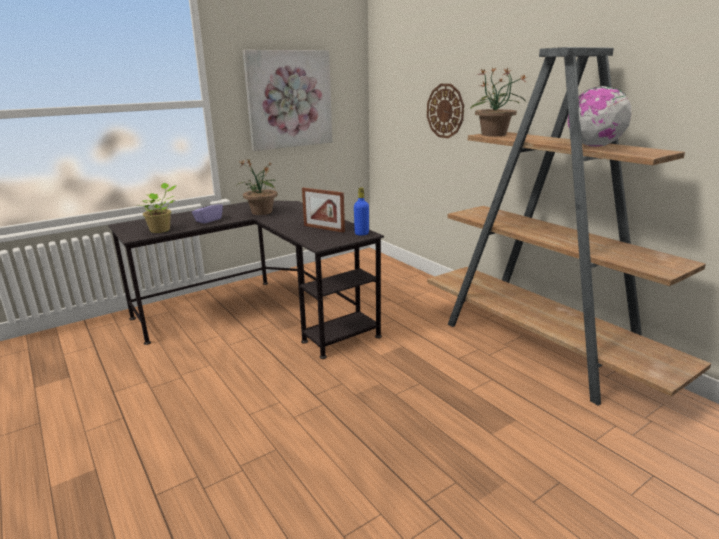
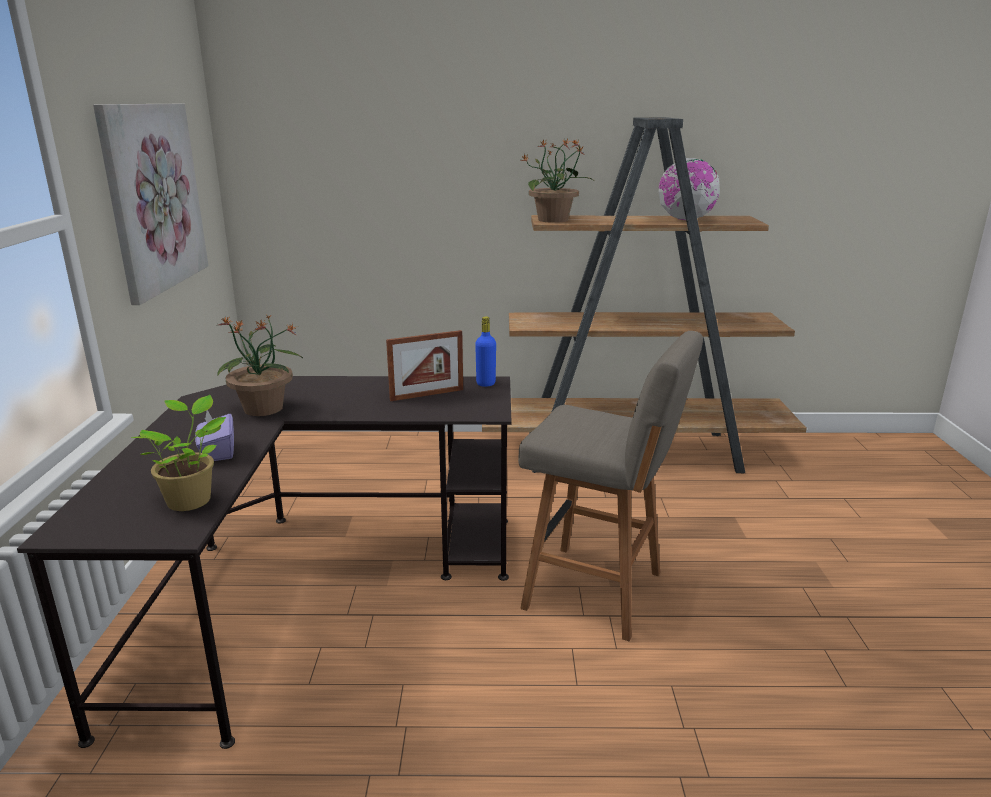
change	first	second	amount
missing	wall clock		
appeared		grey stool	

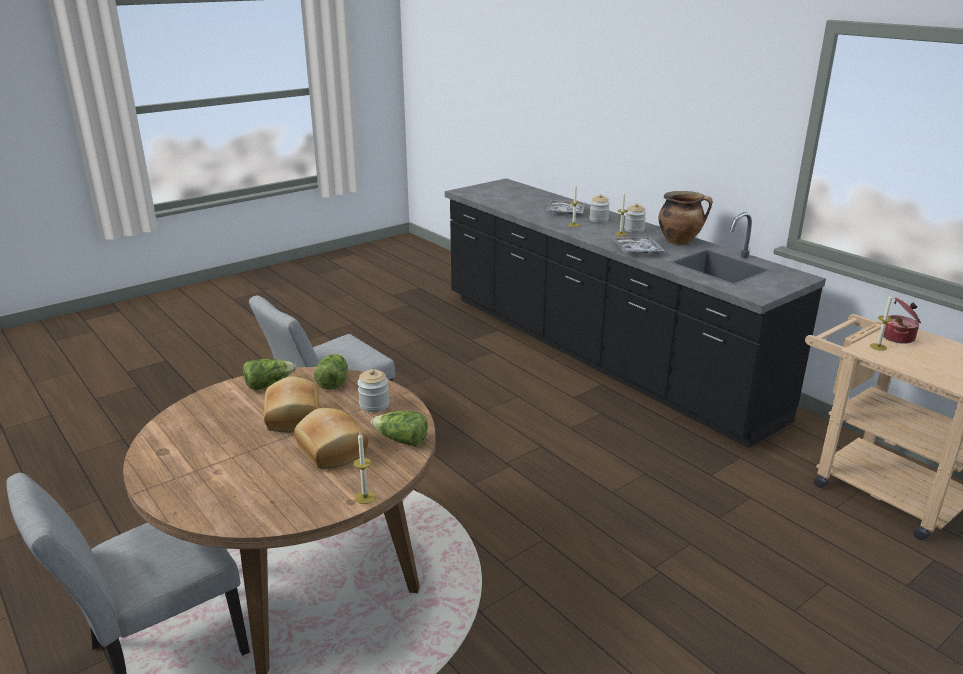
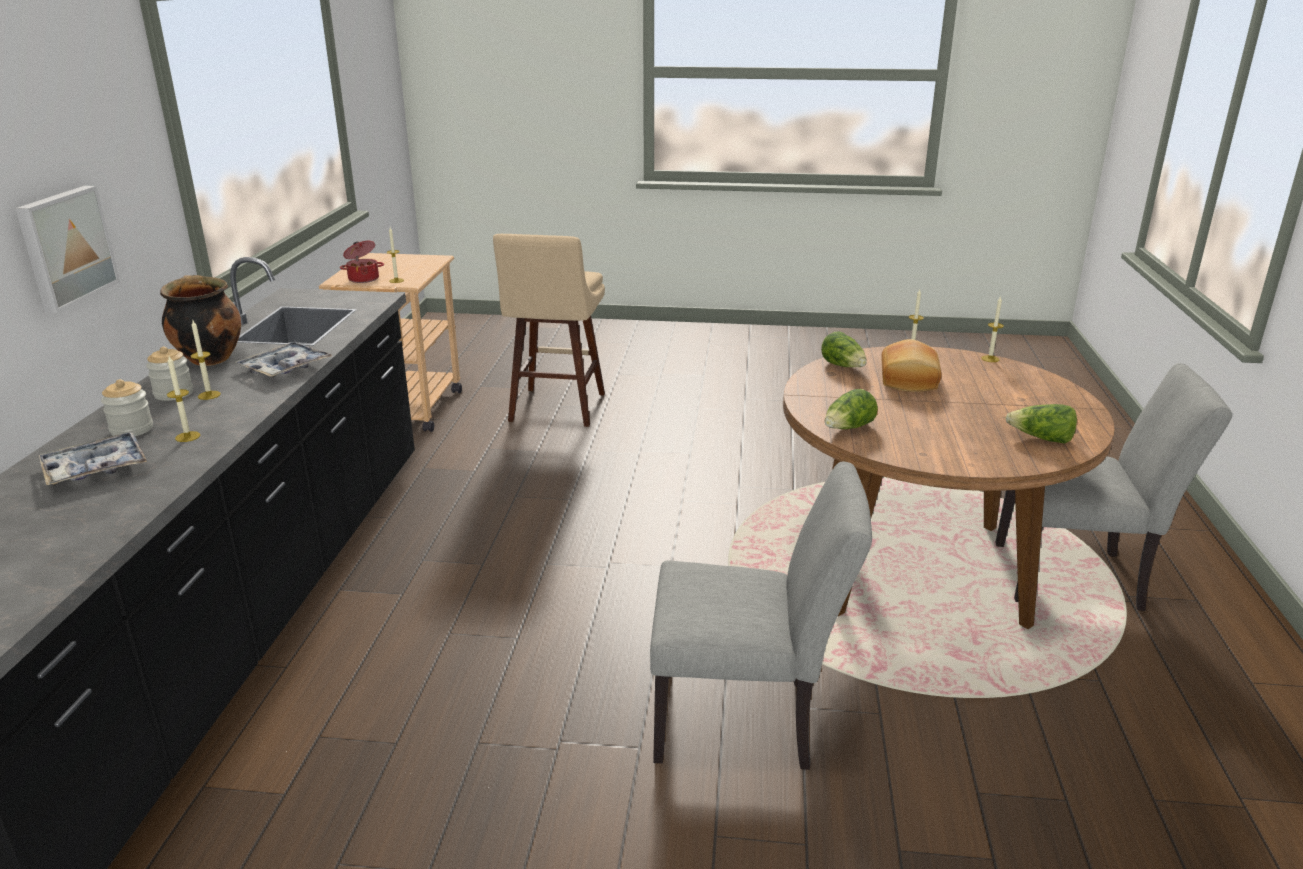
change	first	second	amount
relocated	lettuce (no. 1 from left in the first image)	lettuce (no. 3 from left)	
missing	jar (no. 1 from left)		
missing	bread (no. 1 from left)		
appeared		picture	
appeared		beige stool	
appeared		candle (no. 5 from left)	

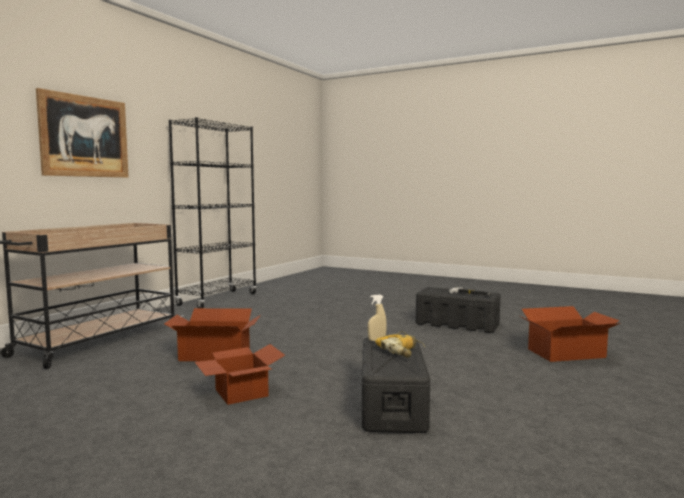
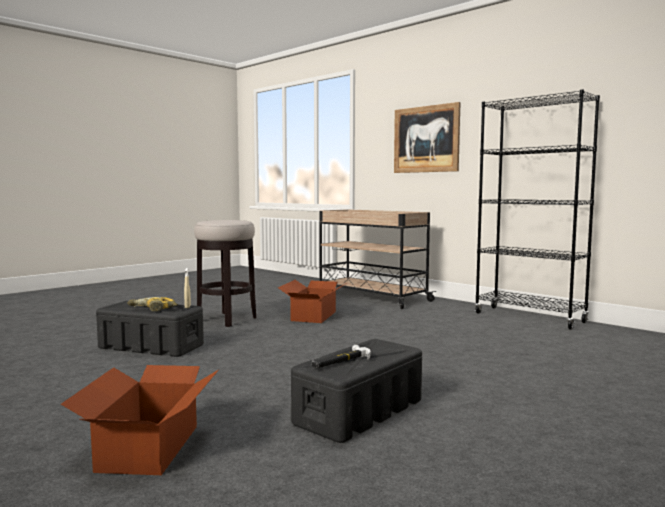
change	first	second	amount
exchanged	cardboard box (no. 2 from left)	stool	

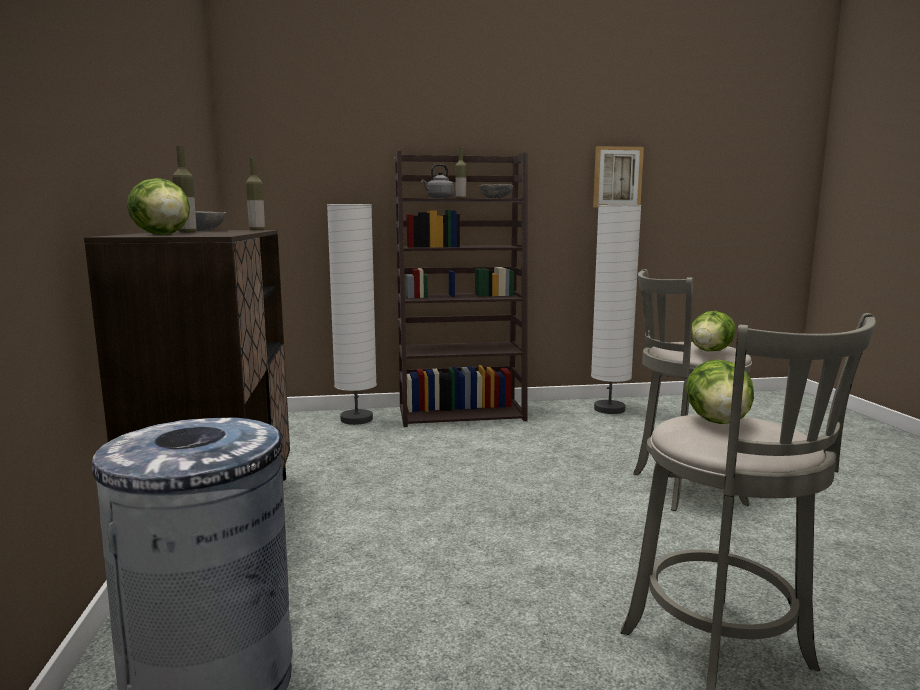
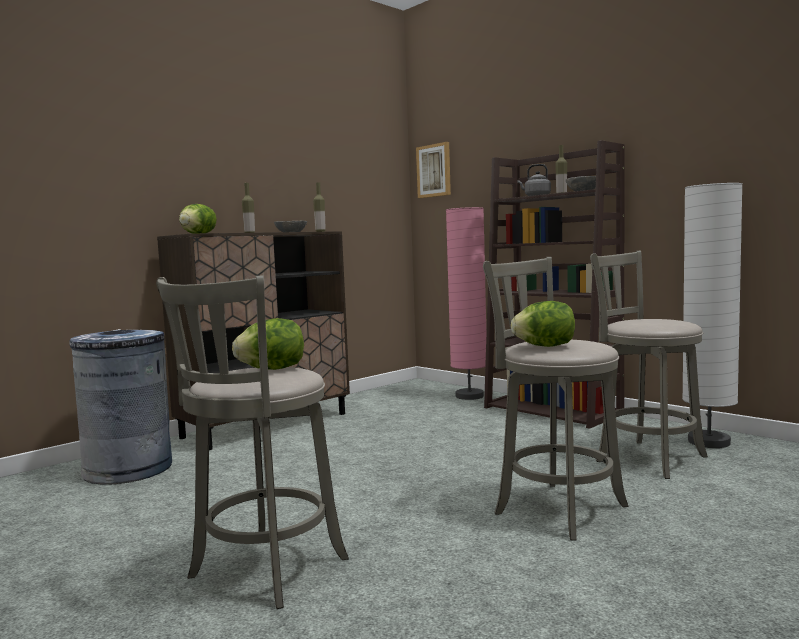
change	first	second	amount
relocated	picture		
colour	white floor lamp (no. 1 from left)	pink floor lamp	
appeared		grey stool (no. 3 from left)	

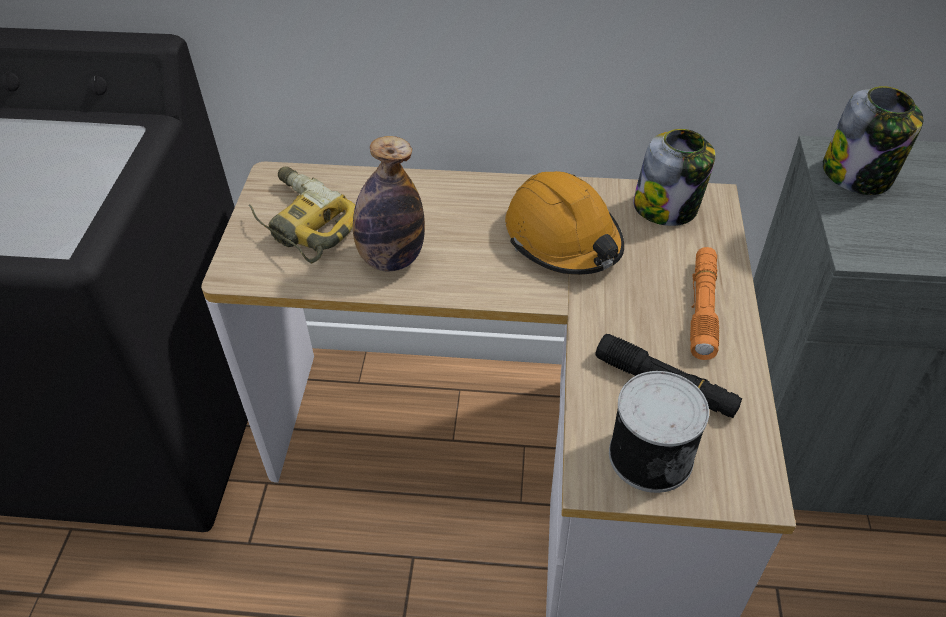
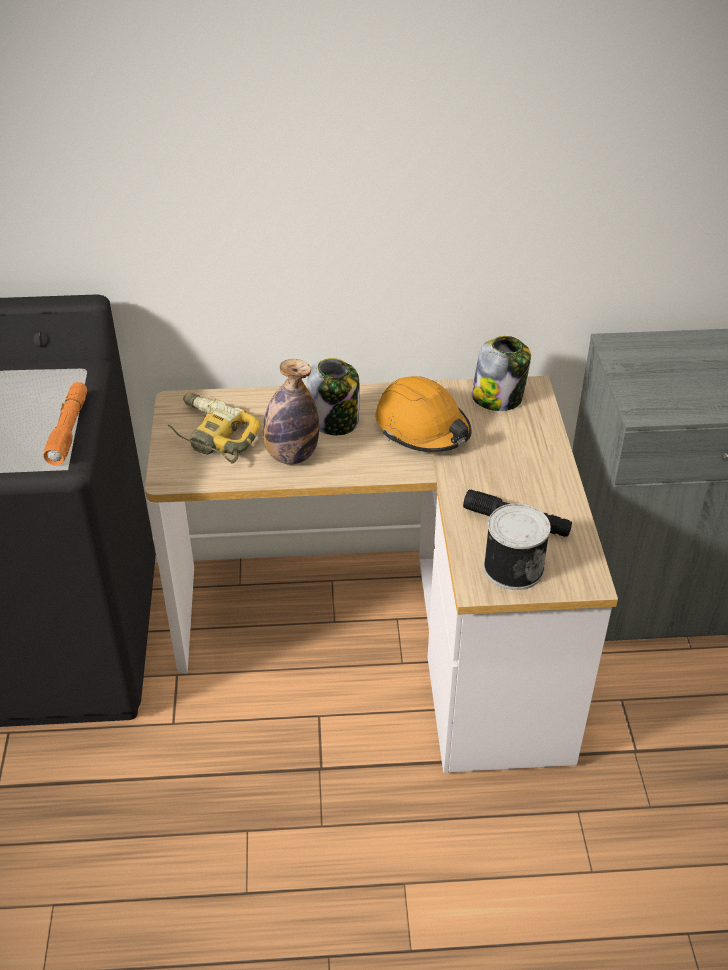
change	first	second	amount
relocated	jar (no. 2 from left in the first image)	jar (no. 1 from left)	
relocated	orange flashlight		

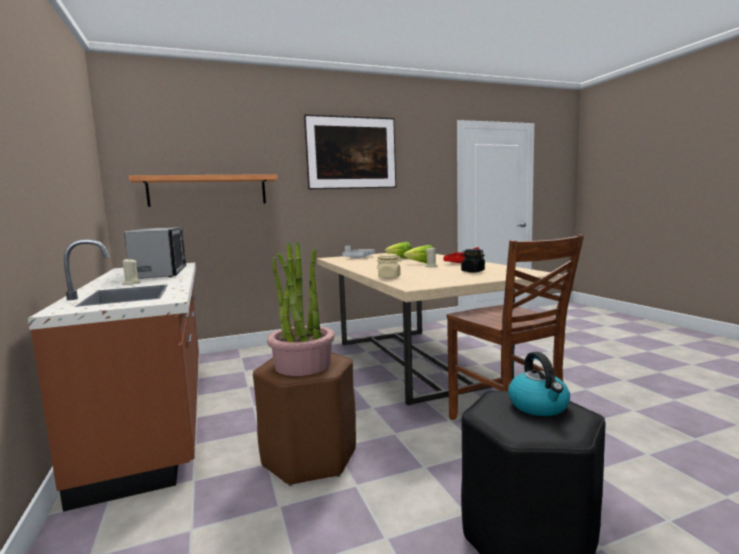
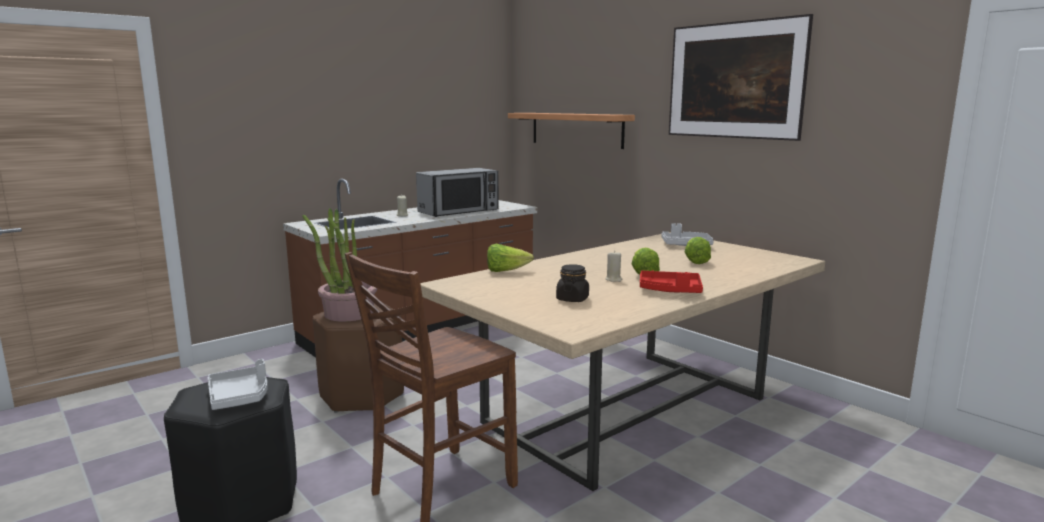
change	first	second	amount
exchanged	beige jar	lettuce (no. 1 from left)	
exchanged	kettle	grey tray (no. 1 from left)	

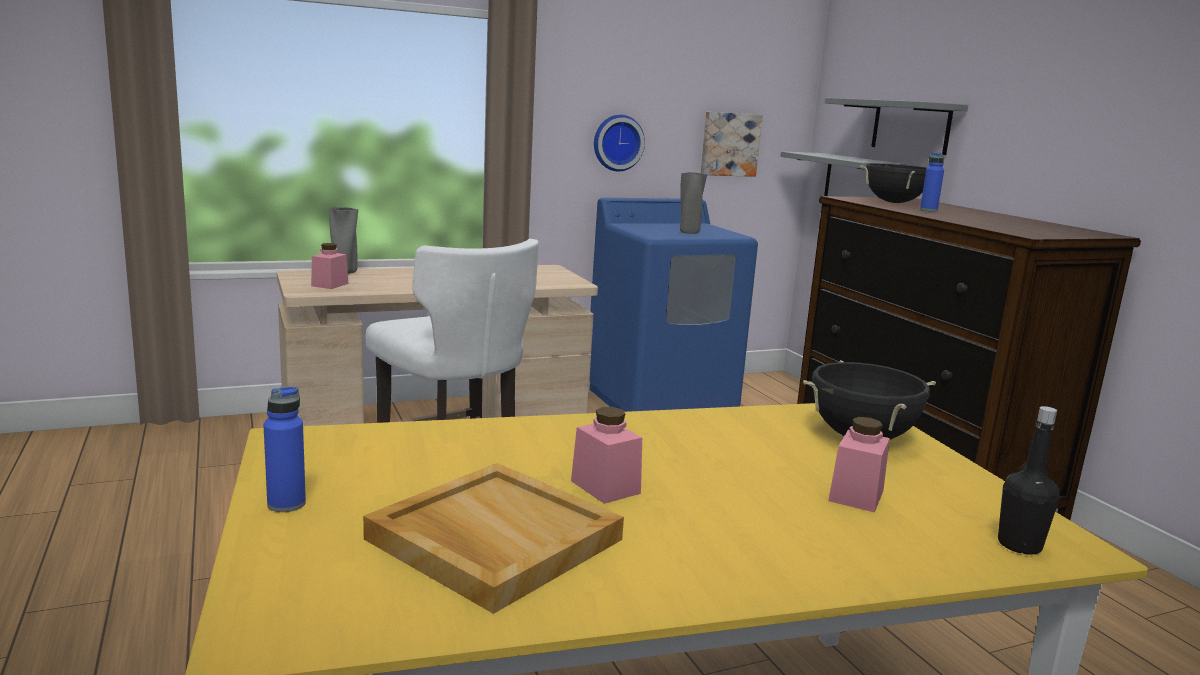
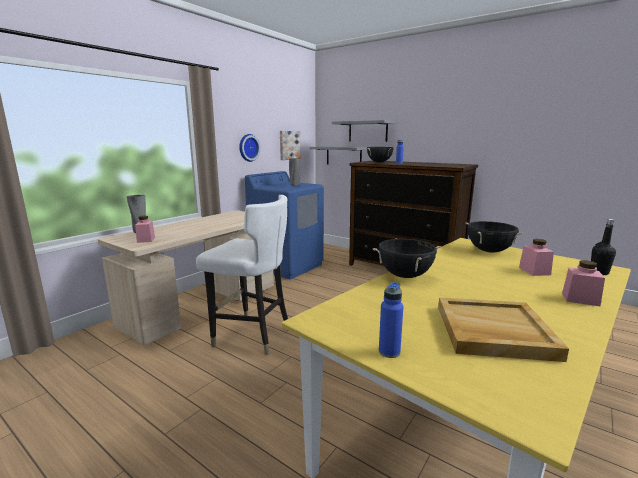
change	first	second	amount
relocated	pink jar (no. 2 from left in the first image)	pink jar (no. 3 from left)	
appeared		black cooking pot (no. 2 from left)	

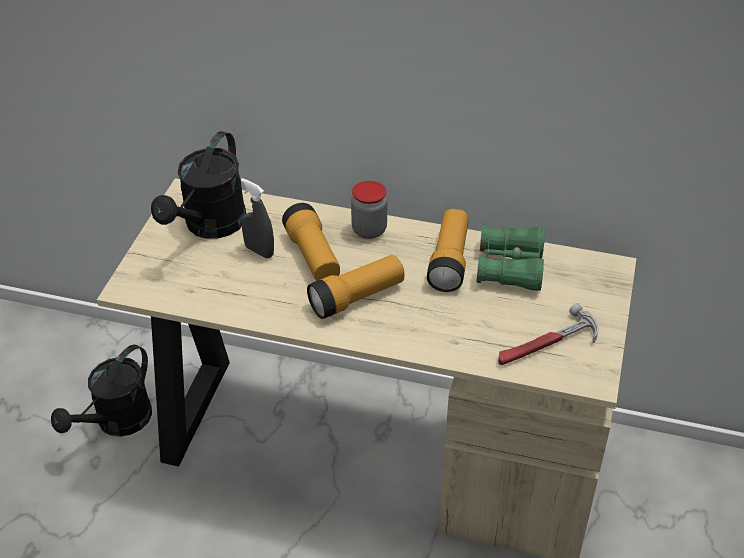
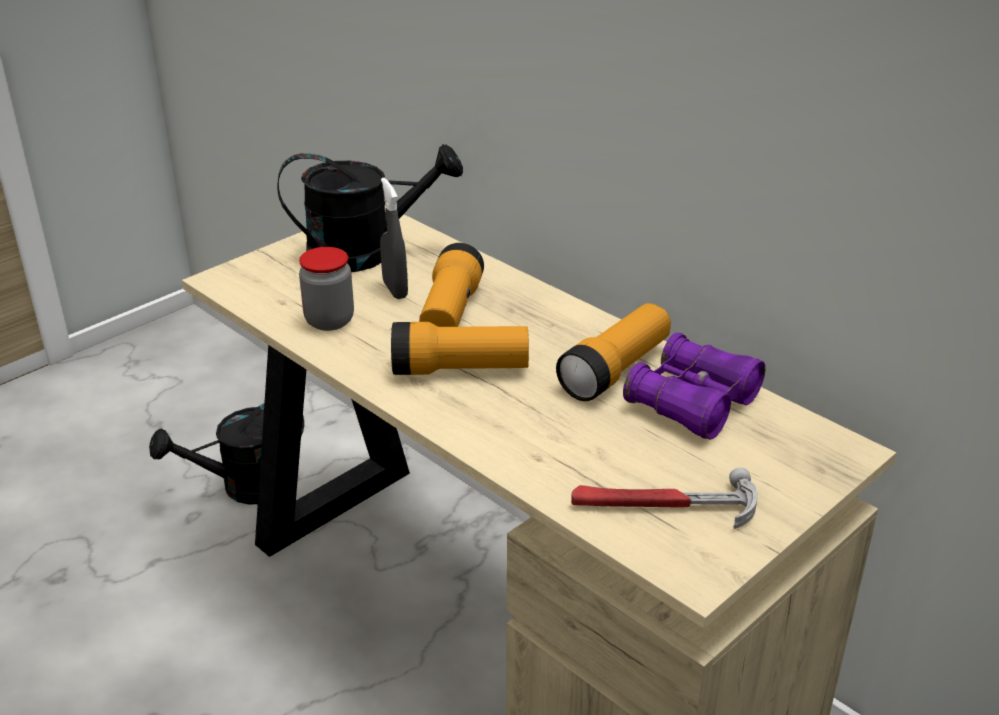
change	first	second	amount
spun	black watering can (no. 2 from left)		150 degrees counterclockwise
relocated	jar		
colour	green binoculars	purple binoculars	

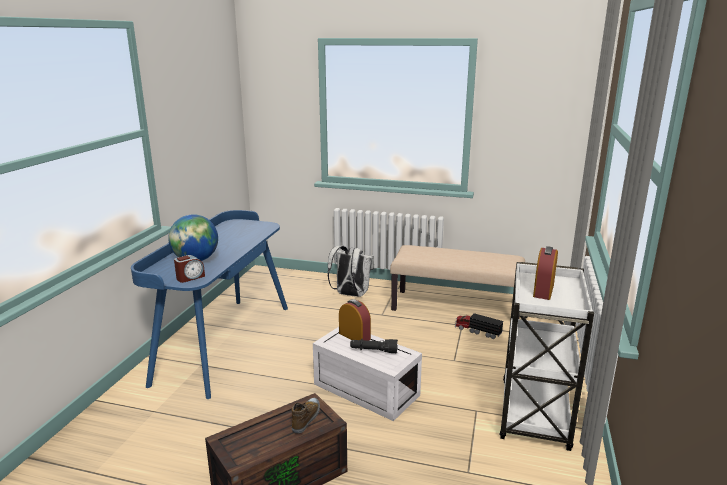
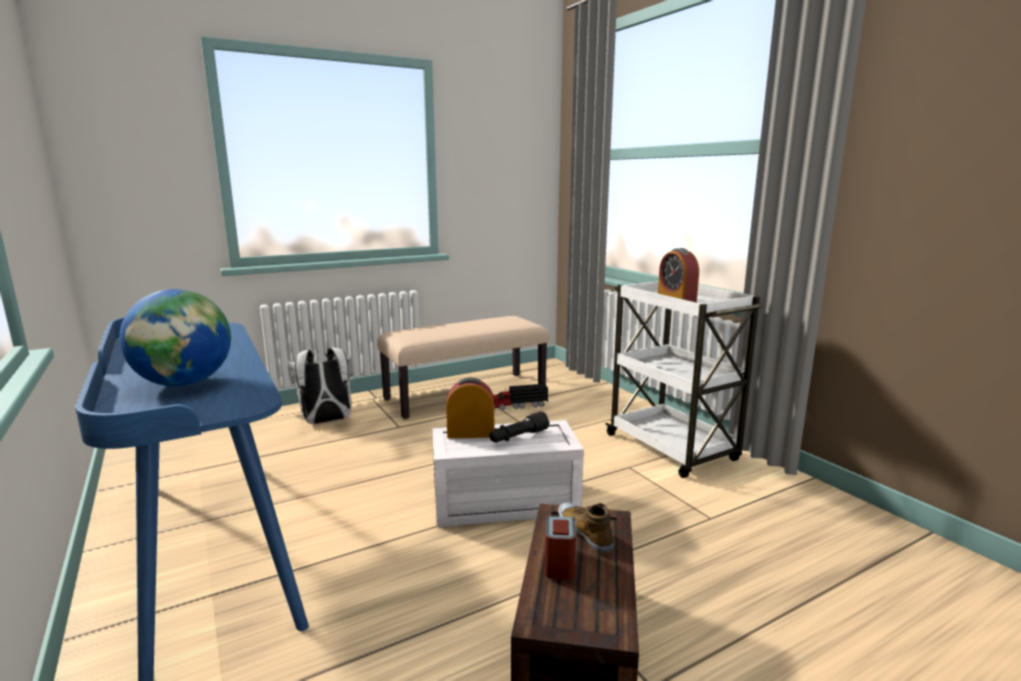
change	first	second	amount
relocated	alarm clock (no. 1 from left in the first image)	alarm clock (no. 2 from left)	

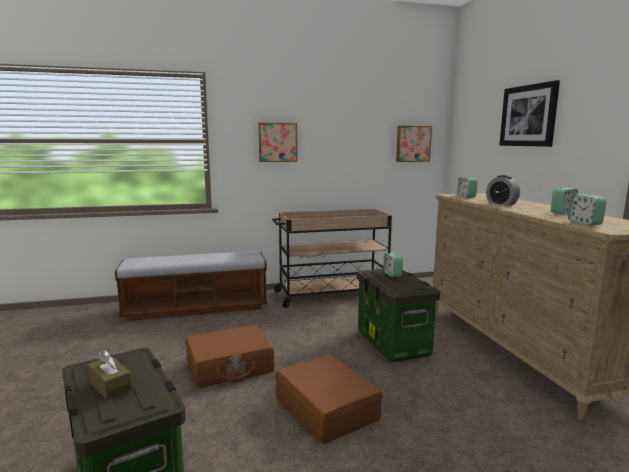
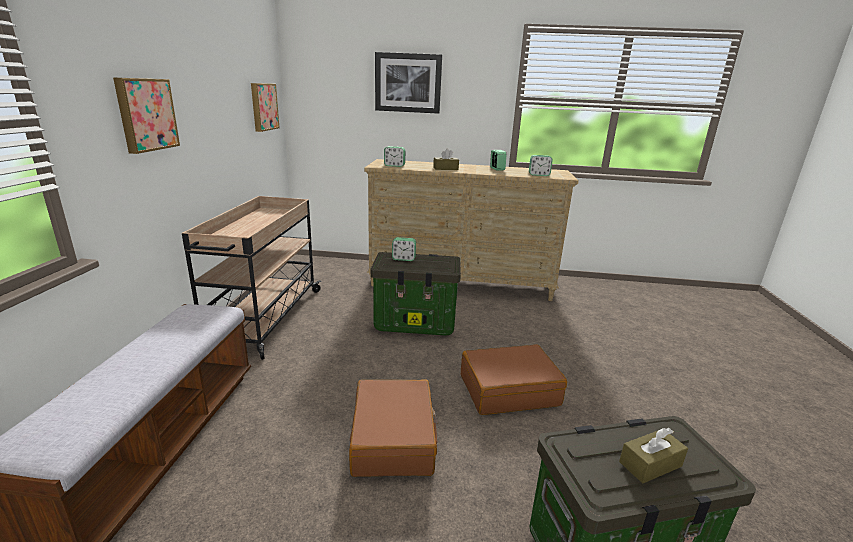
change	first	second	amount
exchanged	alarm clock (no. 3 from left)	brown tissue box (no. 1 from left)	

